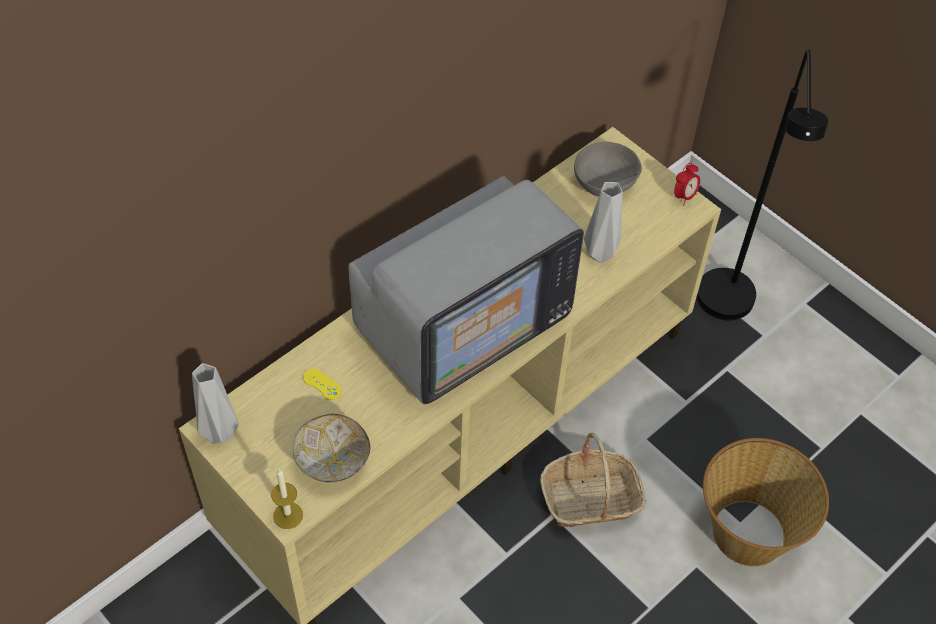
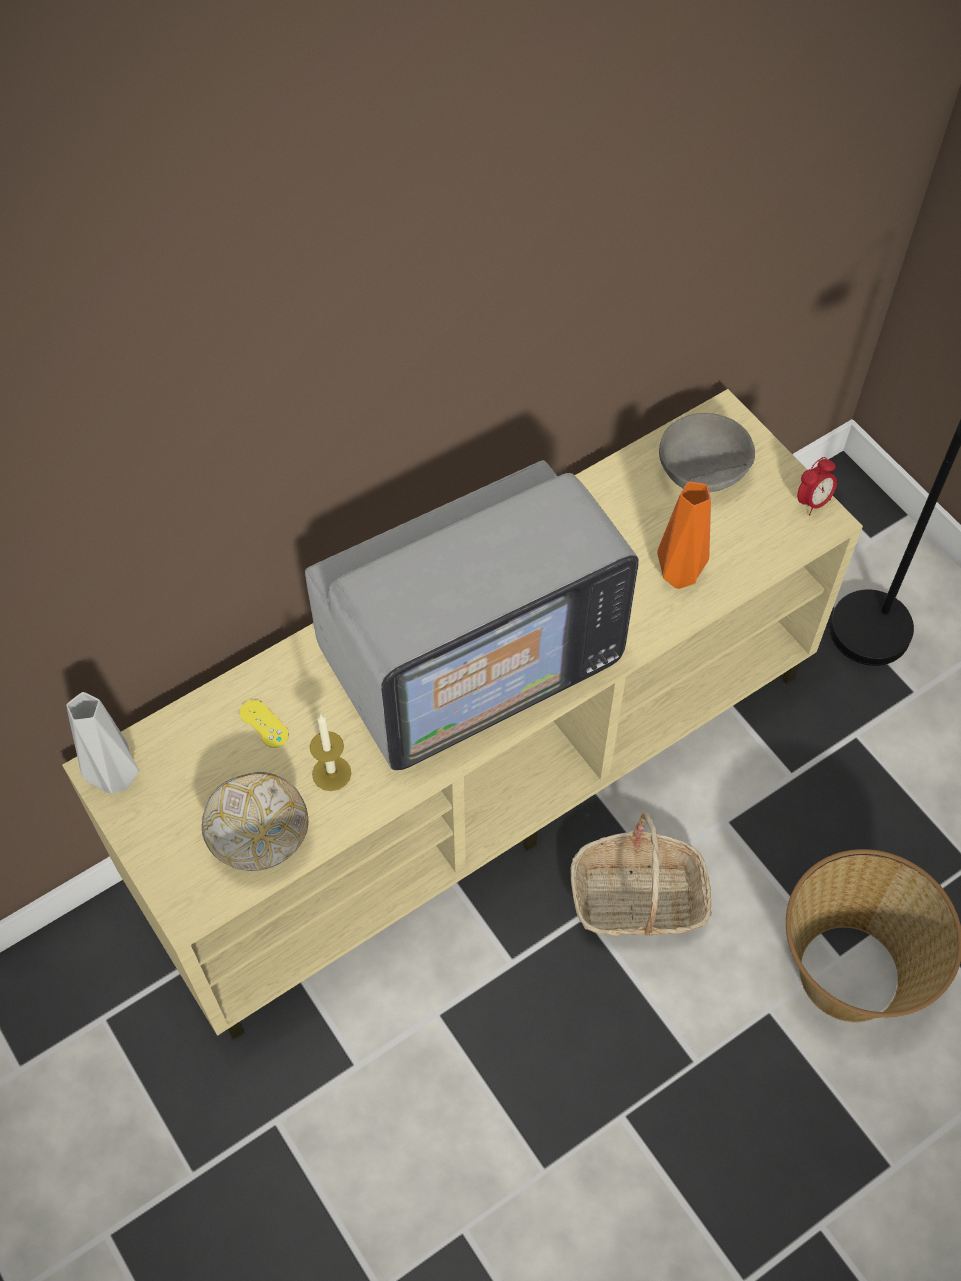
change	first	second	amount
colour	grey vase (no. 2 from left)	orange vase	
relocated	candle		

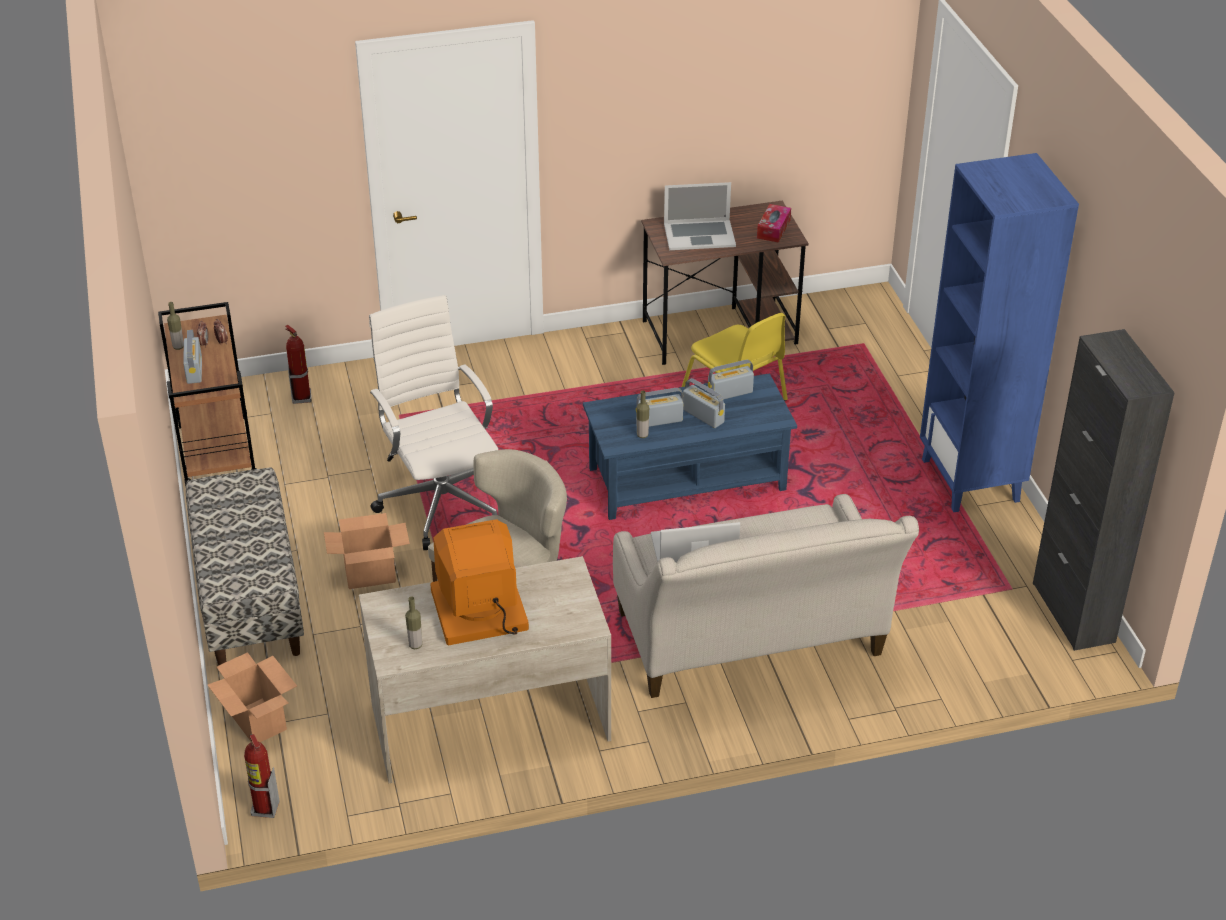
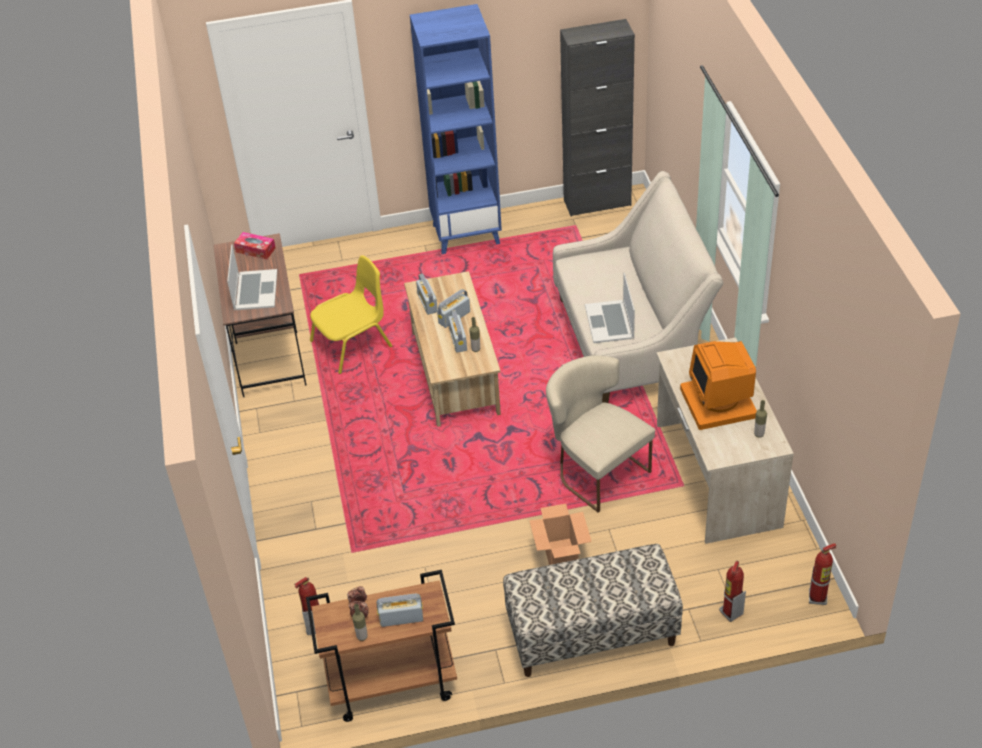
change	first	second	amount
missing	white office chair		
colour	blue coffee table	beige coffee table	
exchanged	cardboard box (no. 1 from left)	fire extinguisher (no. 2 from left)	

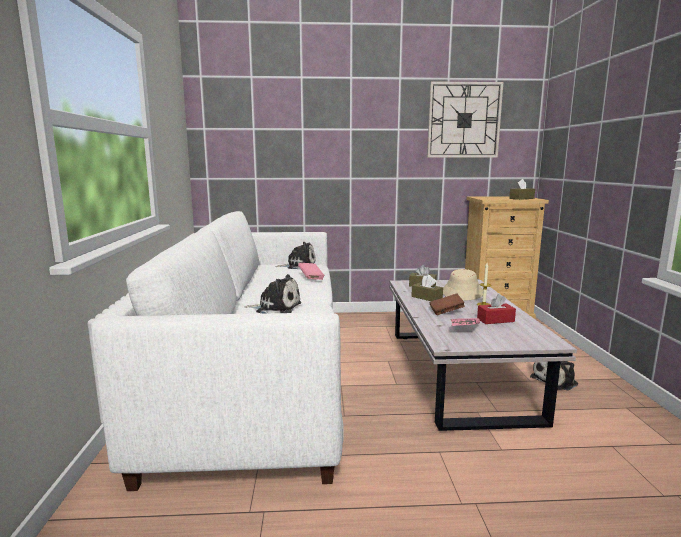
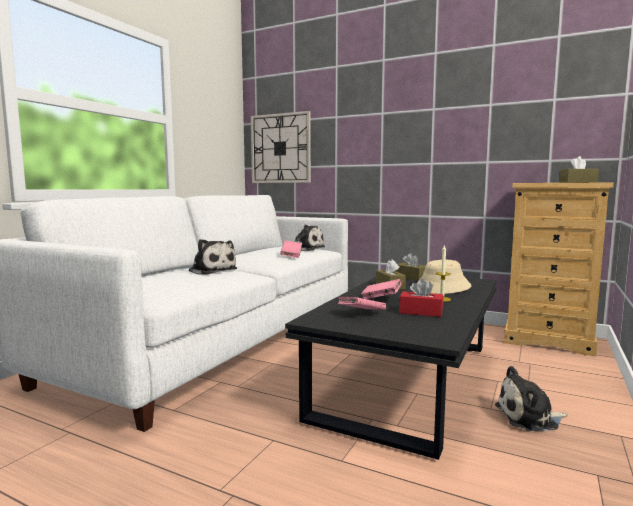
change	first	second	amount
relocated	wall clock		
colour	white coffee table	black coffee table	
colour	brown book	pink book (no. 3 from left)	

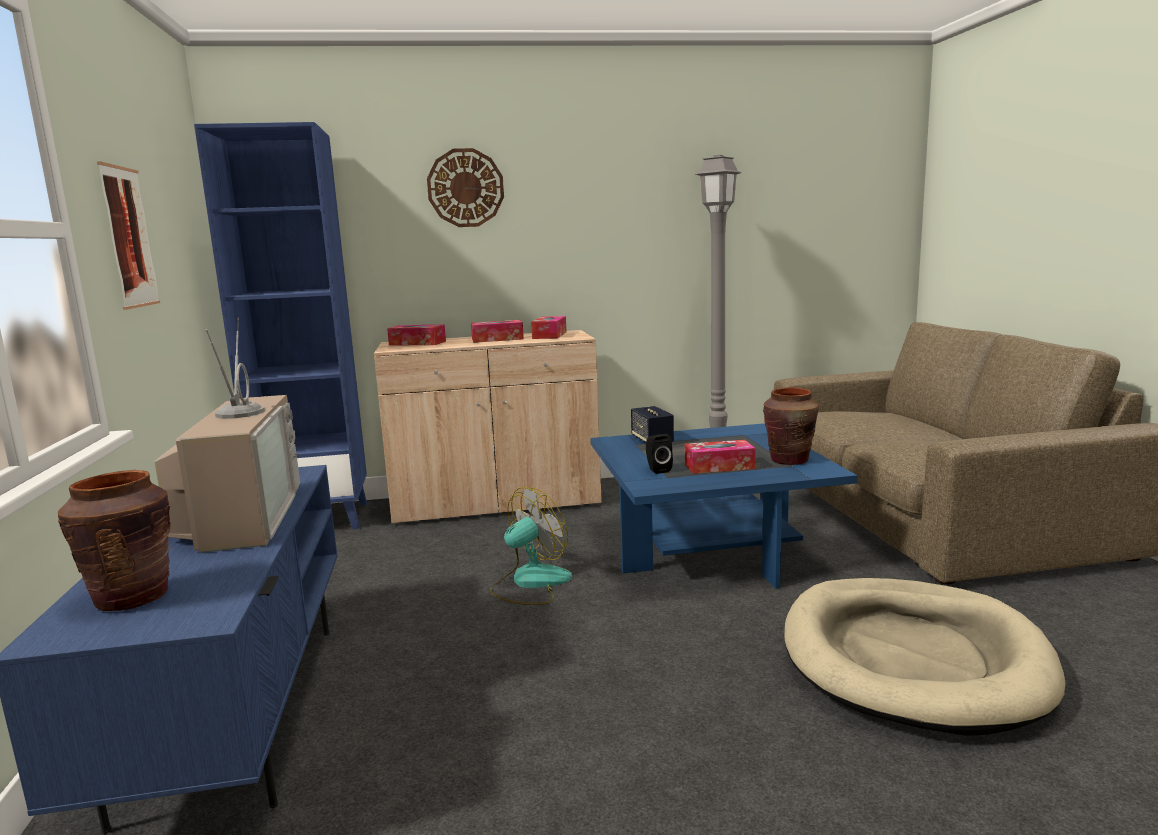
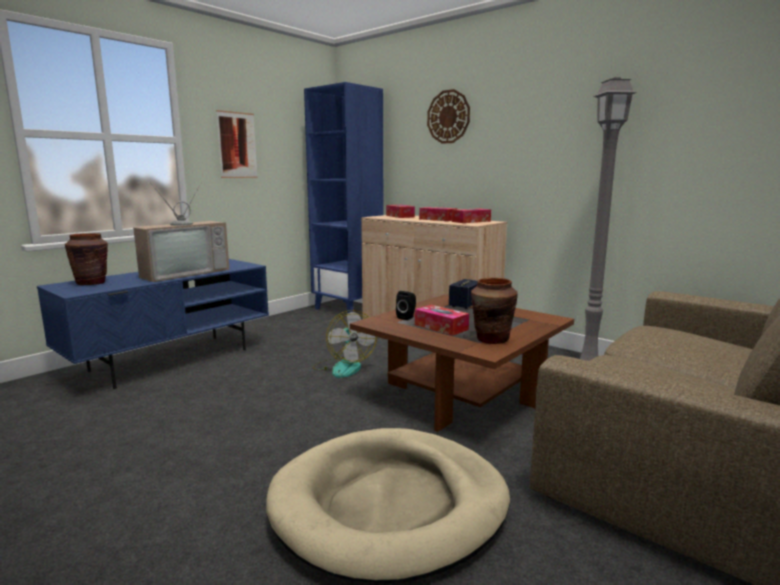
change	first	second	amount
colour	blue coffee table	brown coffee table	
spun	fan		60 degrees clockwise

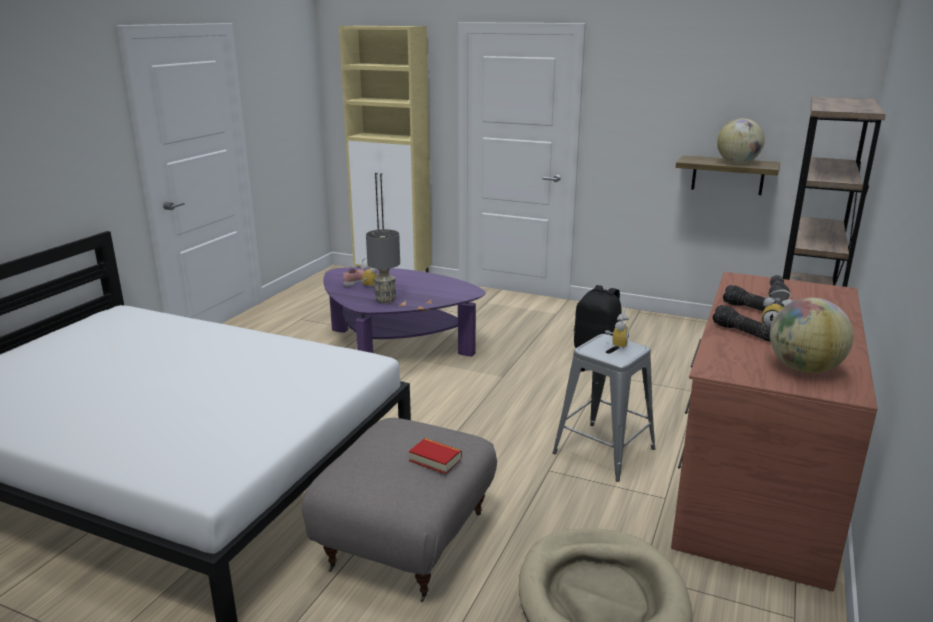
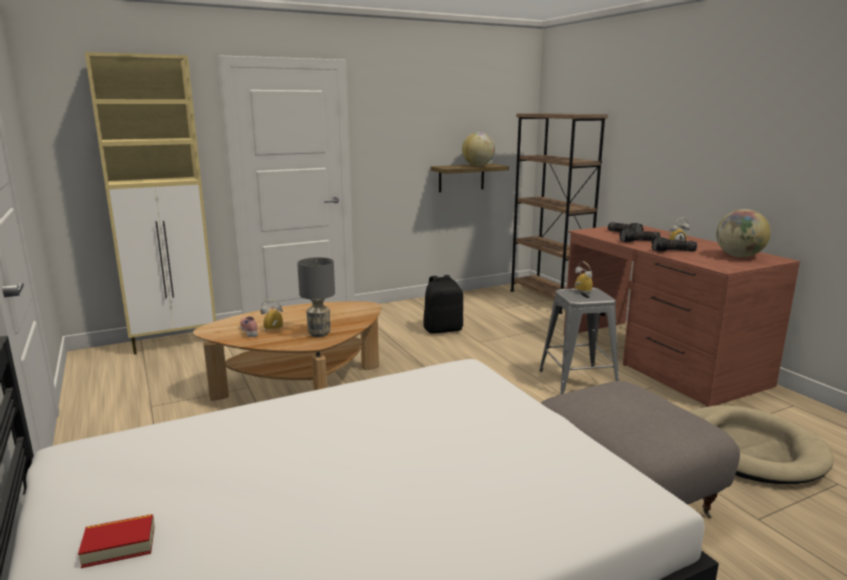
change	first	second	amount
colour	purple coffee table	brown coffee table	
relocated	book		

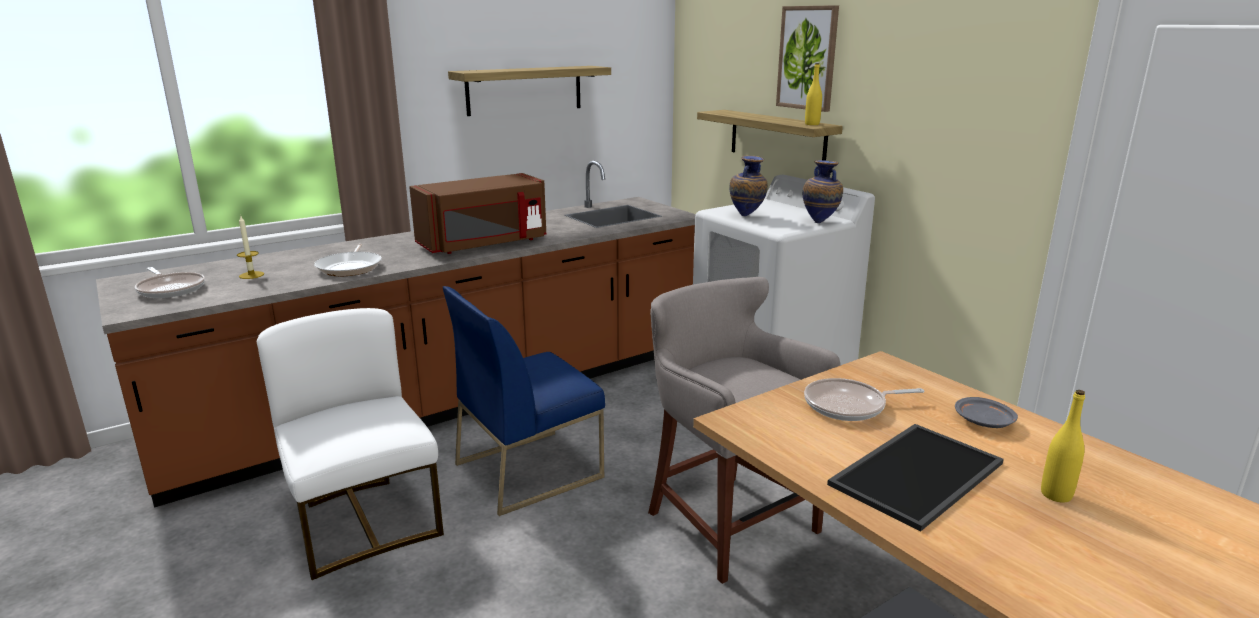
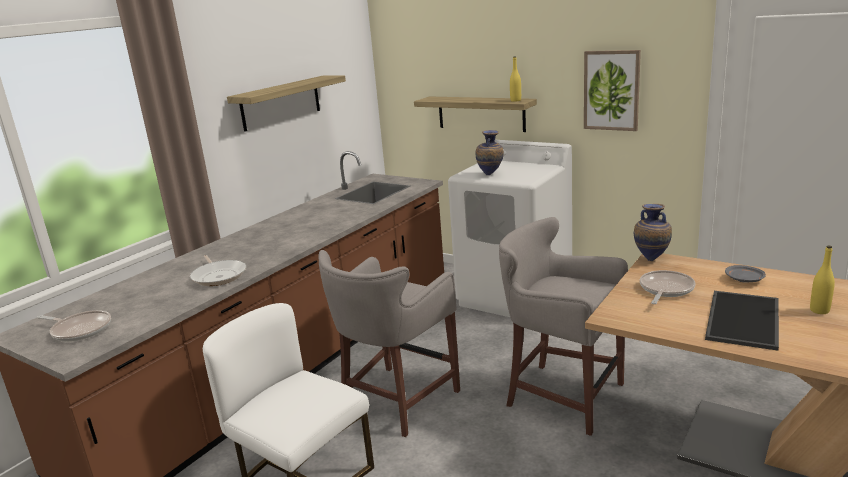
change	first	second	amount
relocated	picture		
relocated	vase (no. 2 from left)		
missing	brown microwave		
missing	candle		
exchanged	blue chair	grey stool (no. 1 from left)	
spun	frying pan (no. 3 from left)		150 degrees clockwise

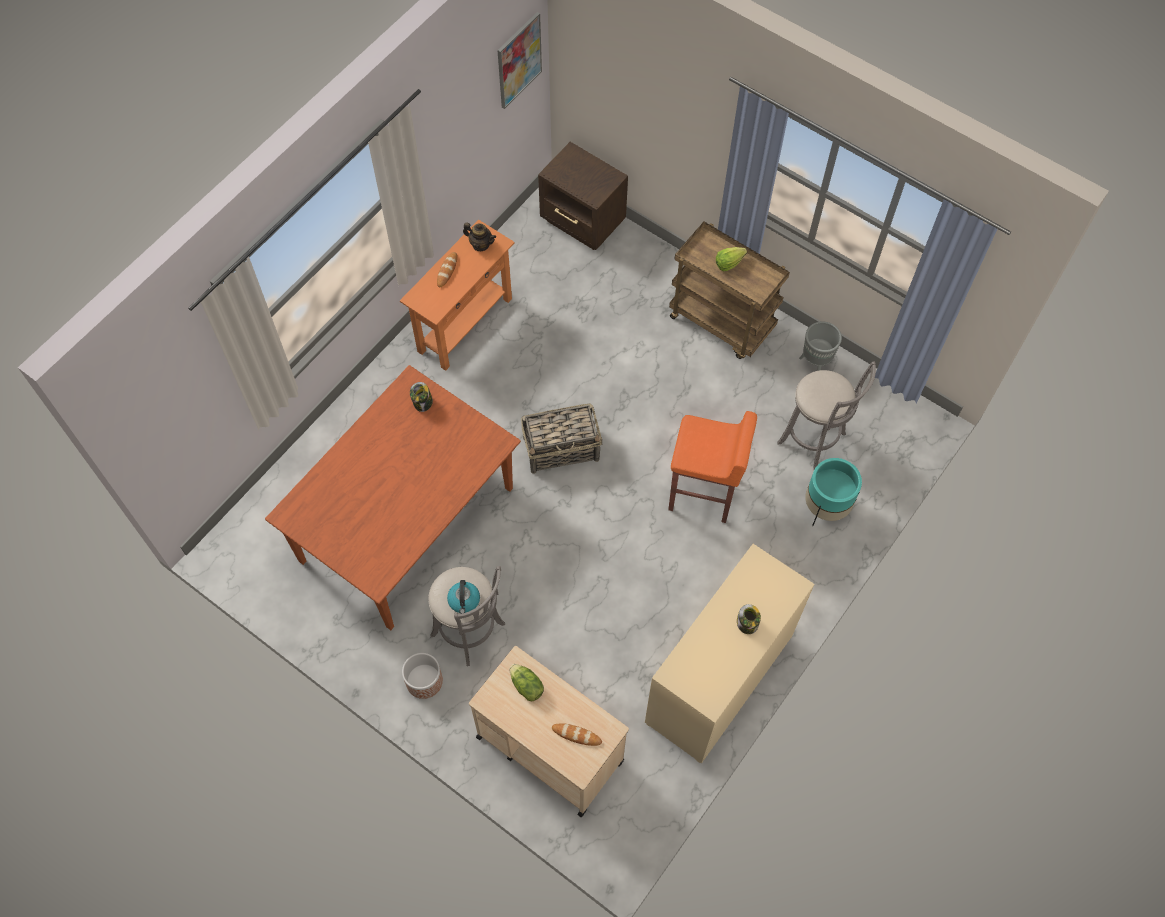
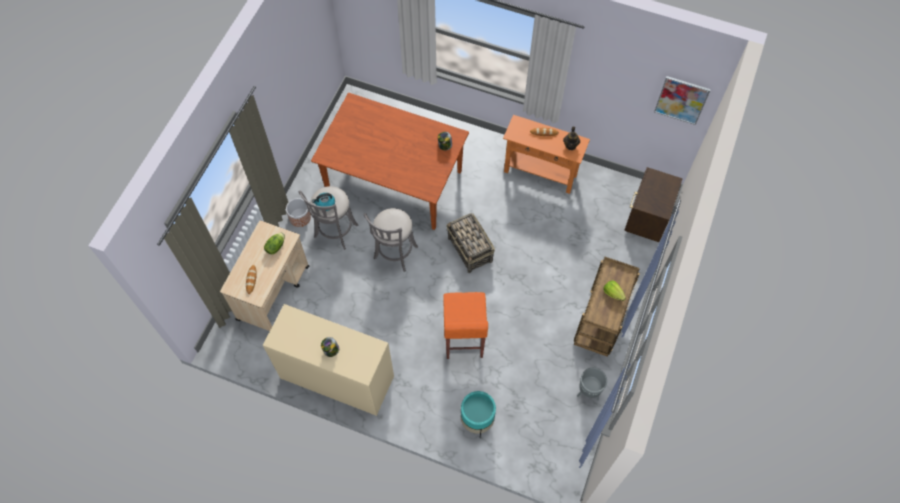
change	first	second	amount
relocated	grey stool (no. 2 from left)		

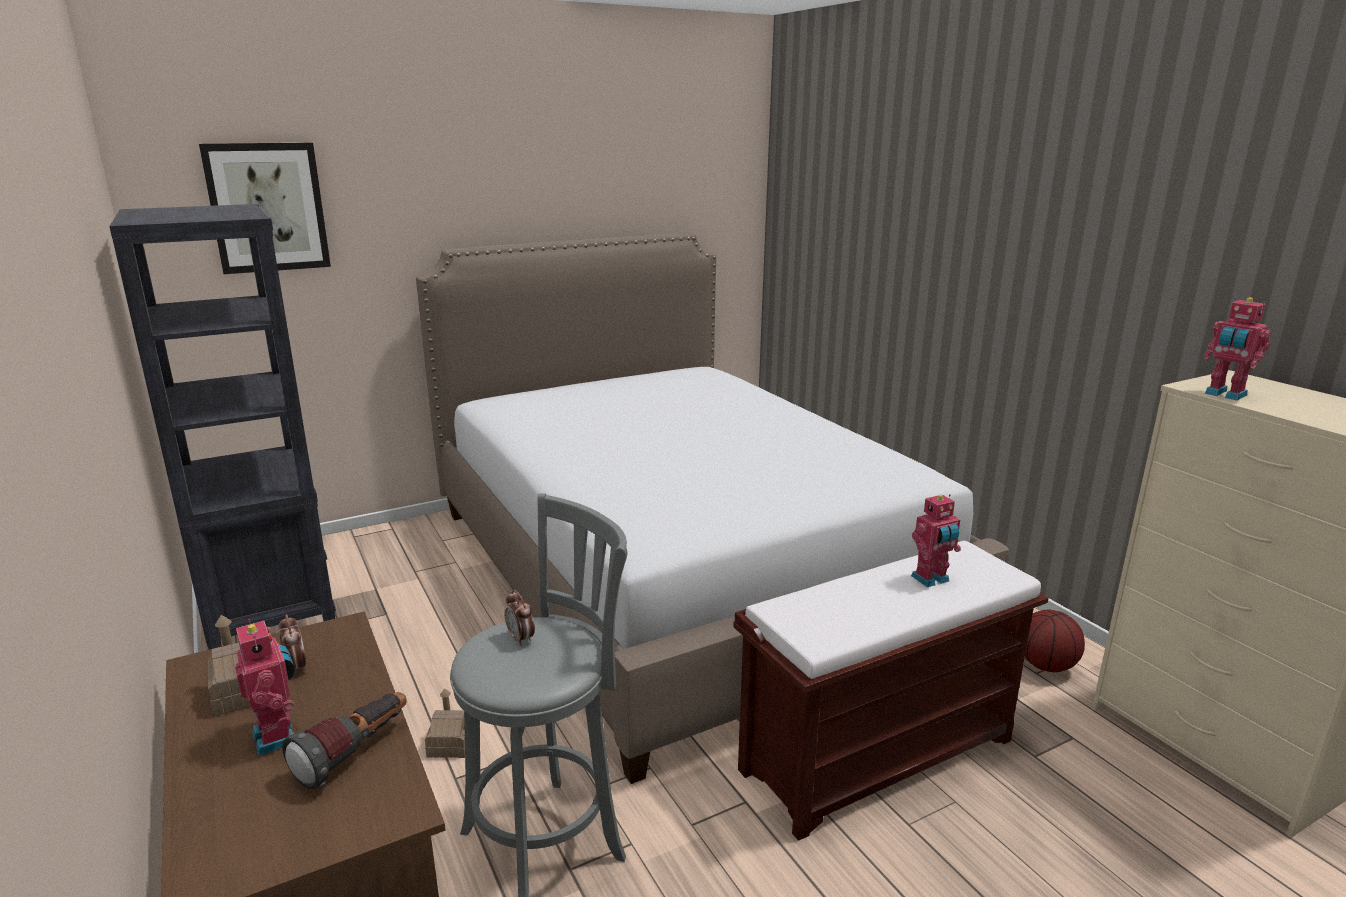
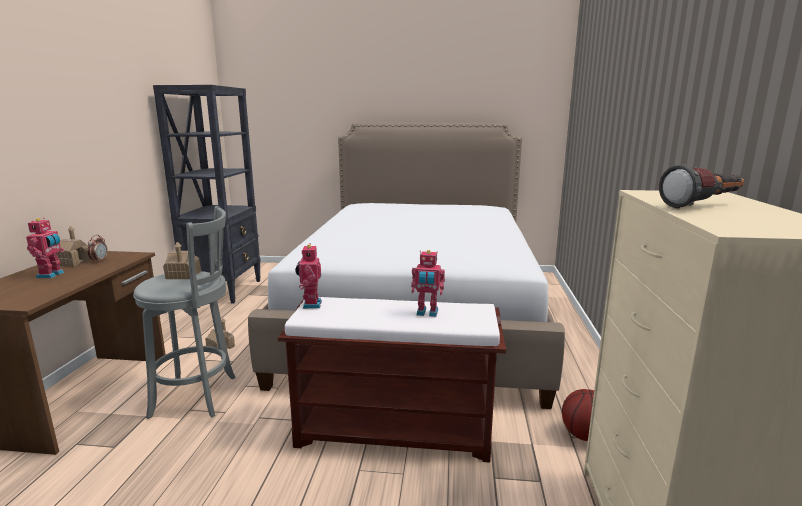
change	first	second	amount
missing	picture		
relocated	toy robot (no. 3 from left in the first image)	toy robot (no. 2 from left)	
exchanged	alarm clock (no. 2 from left)	toy house (no. 2 from left)	
relocated	flashlight		

